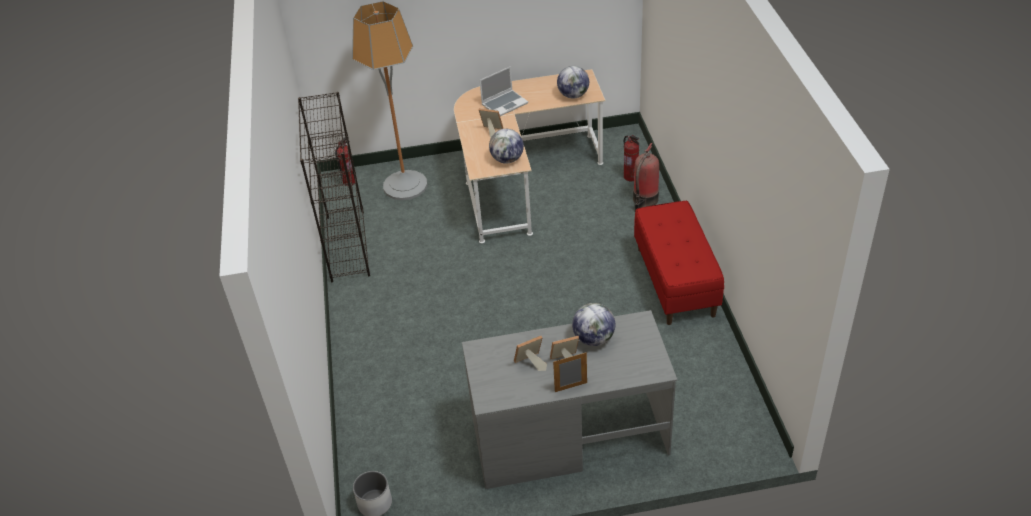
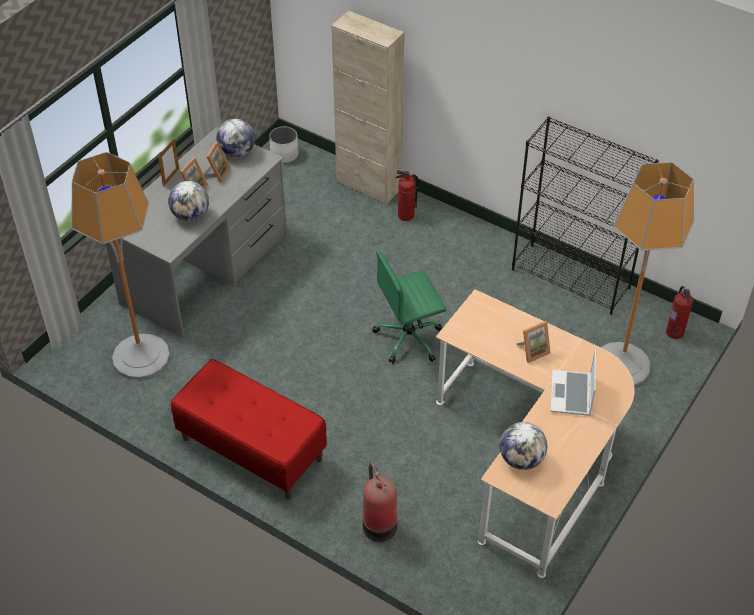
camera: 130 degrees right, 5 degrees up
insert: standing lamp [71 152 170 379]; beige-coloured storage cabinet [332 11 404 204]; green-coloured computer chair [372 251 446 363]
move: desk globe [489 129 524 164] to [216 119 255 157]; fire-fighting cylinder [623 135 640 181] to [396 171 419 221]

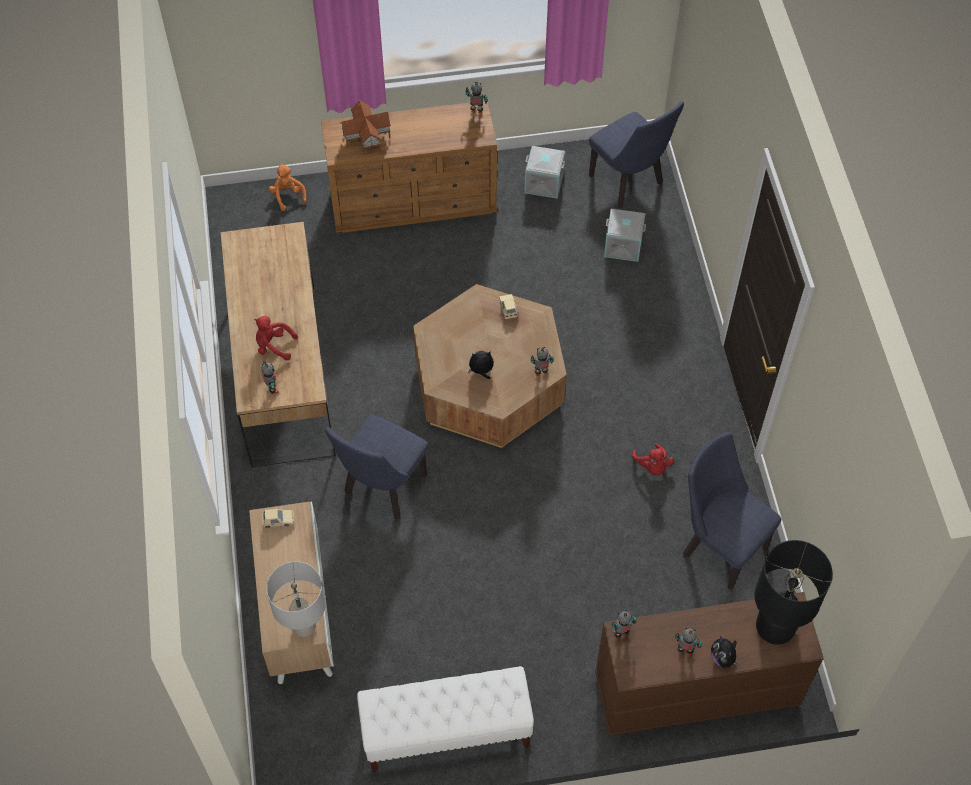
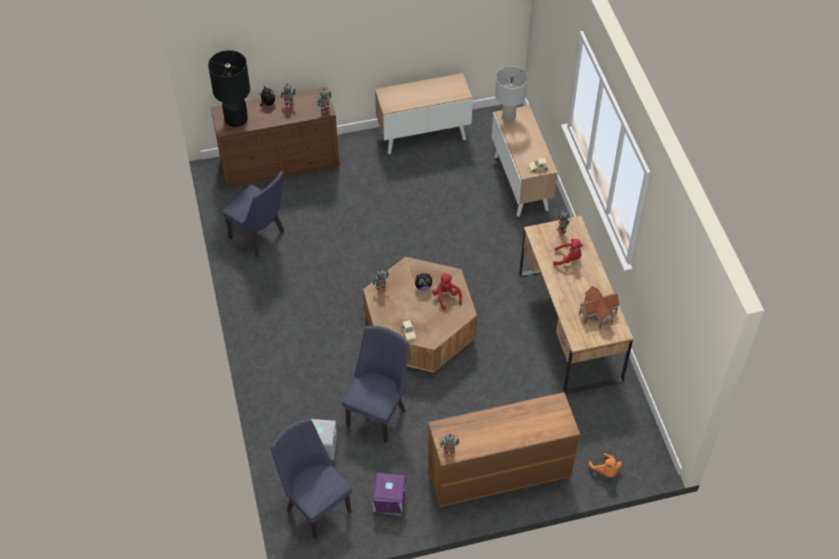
camera: 175 degrees right, 5 degrees down
move: blue plain chair [325 414 428 520] to [342 326 409 443]; reddish cuddly toy [632 443 674 475] to [432 273 462 310]; model house [340 100 391 155] to [579 286 620 329]
replace: white-coloured bench [357 666 534 772] to storage cabinet [375 73 473 154]
recolor: greyish storage bin [525 146 565 199] to purple-coloured storage bin [372 473 406 515]

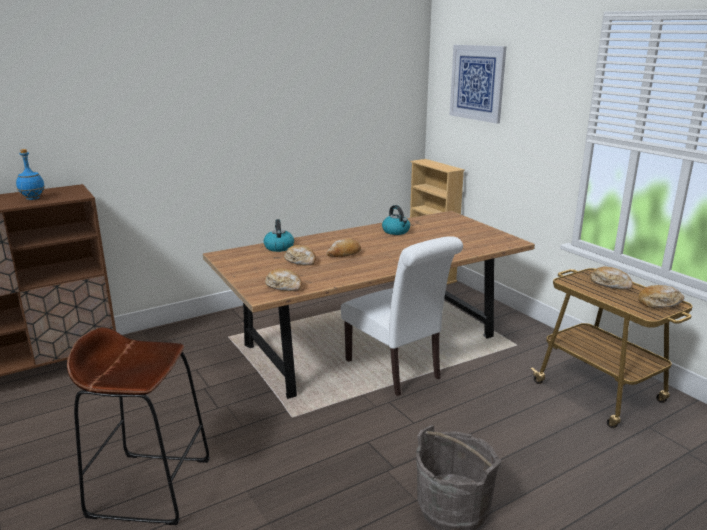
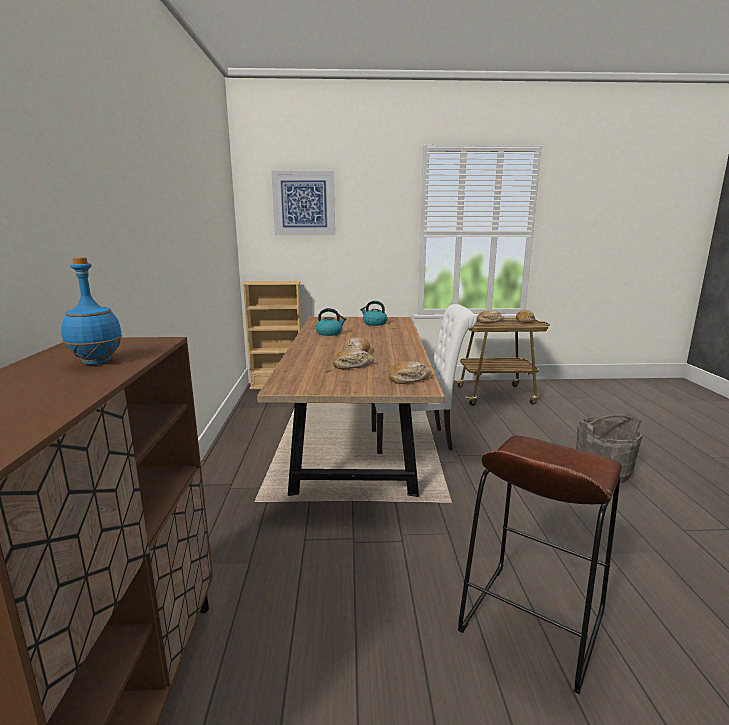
camera: 60 degrees left, 5 degrees down
move: kettle [263 219 294 252] to [360 301 387 326]

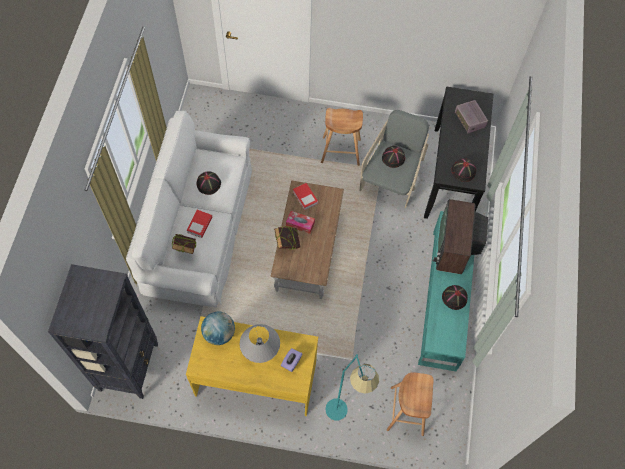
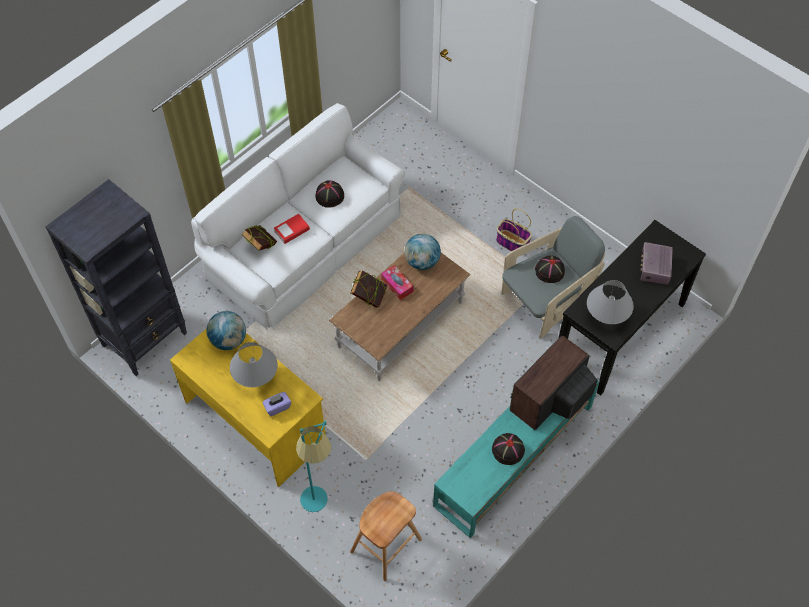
camera: 35 degrees right, 5 degrees down
replace: volume [293 183 318 210] to desk globe [405 234 441 270]; brownish stool seat [321 108 363 166] to storage basket [496 209 532 251]; black hat [451 158 476 182] to greyish lamp for a table [587 280 634 324]

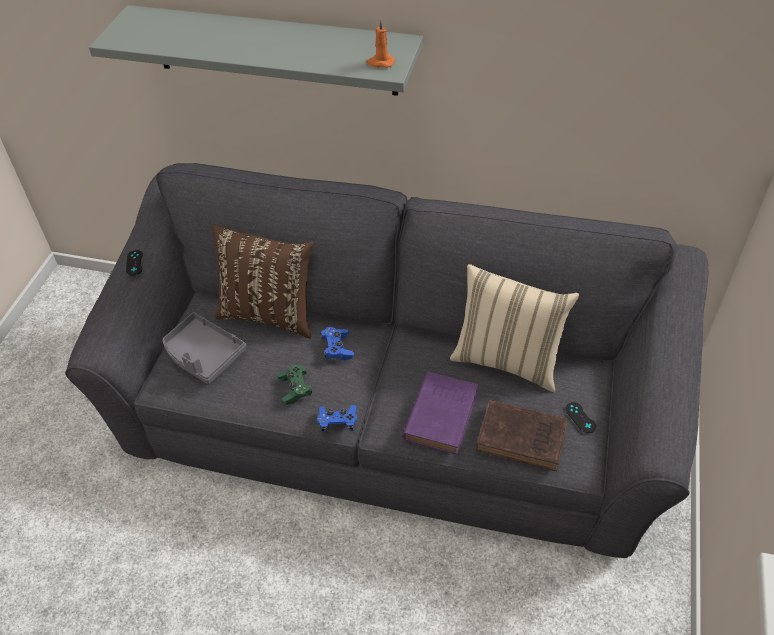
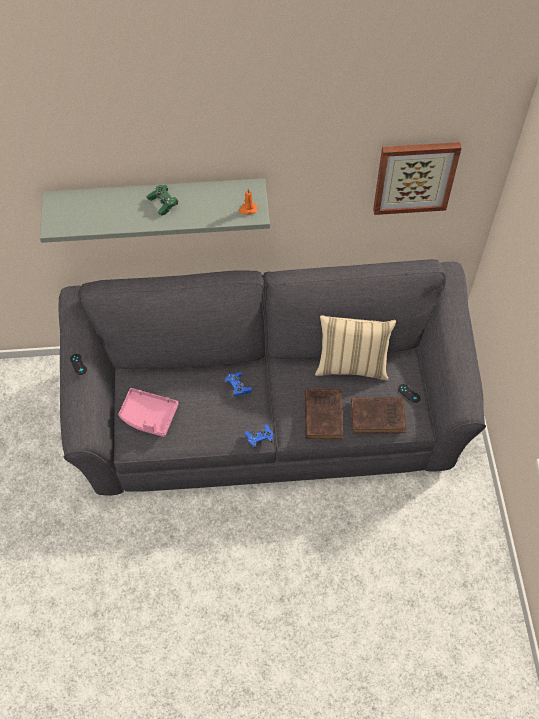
camera: 20 degrees left, 10 degrees up
delete: brownish pillow [212 224 314 338]
insert: picture [373 142 461 215]
move: green-coloured game controller [277 364 312 405] to [147 185 178 215]
recolor: greyish carrying tray [162 312 247 384] to pinkish carrying tray [118 388 178 437]; purple-coloured volume [402 372 478 455] to brownish volume [305 389 343 439]

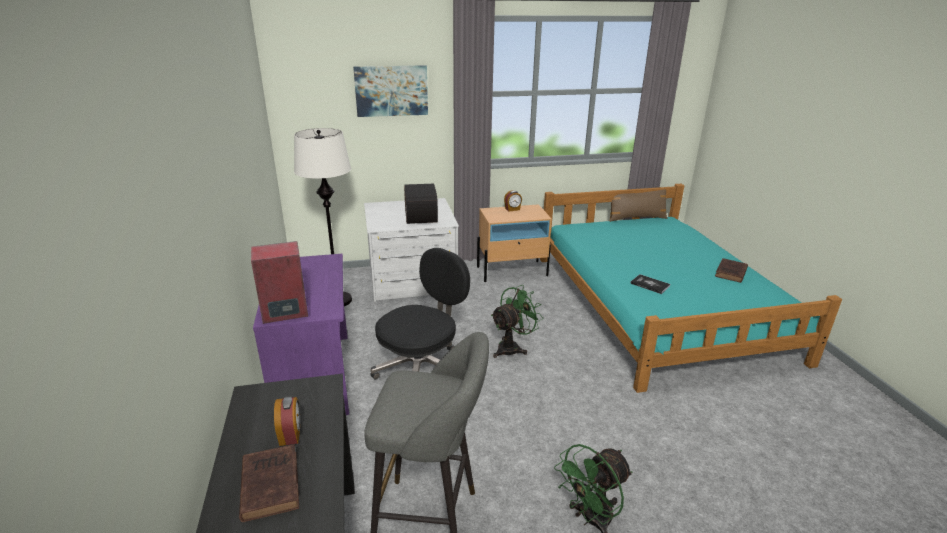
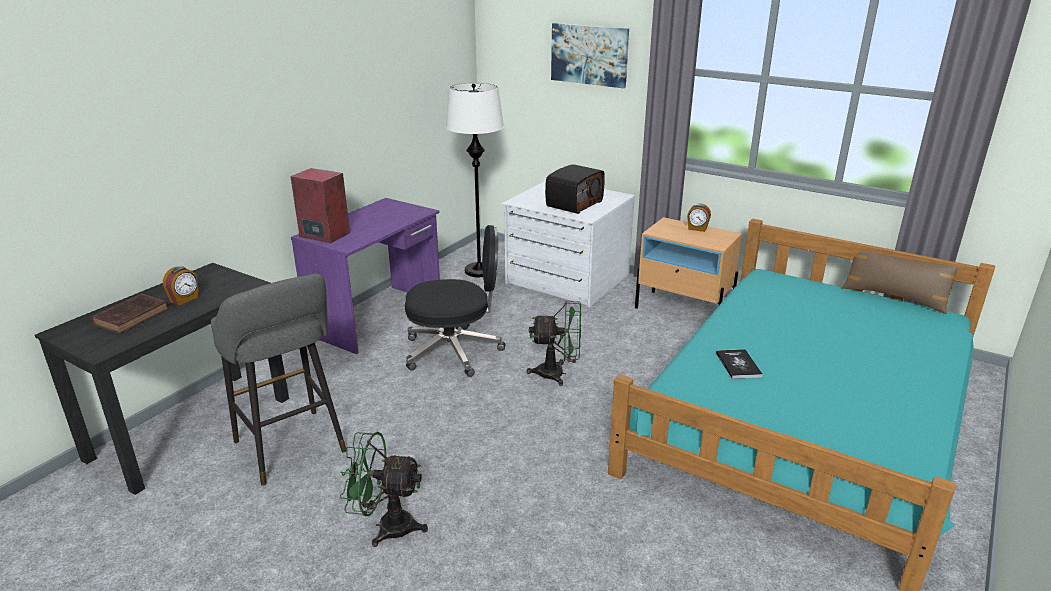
camera: 45 degrees right, 0 degrees up
delete: brownish volume [715 258 748 283]

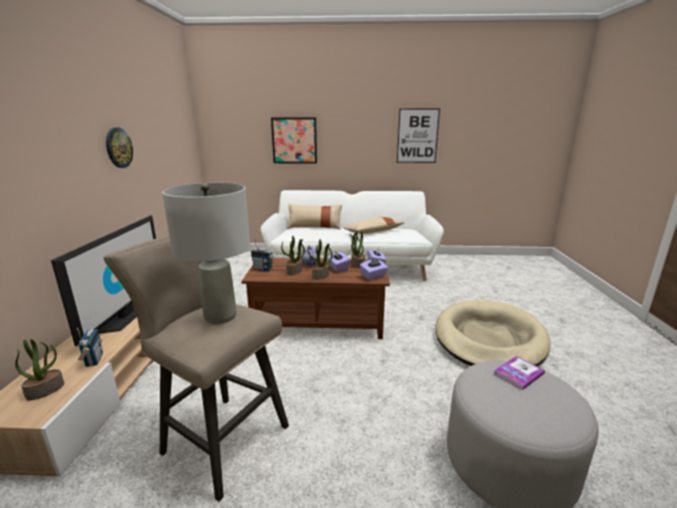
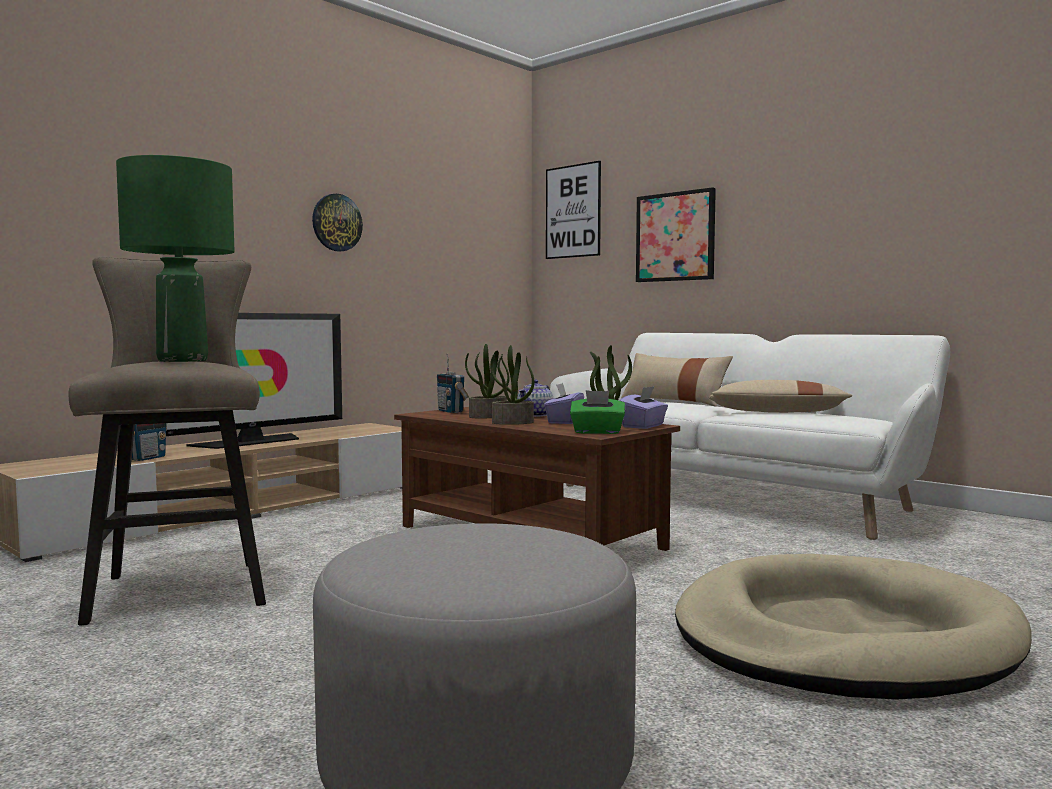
camera: 40 degrees right, 15 degrees down
delete: plant in a pot [15 339 64 400]; volume [494 356 545 390]
move: picture [397 109 440 163] to [546 161 601 259]
recolor: greyish lamp for a table [162 183 250 324] to green-coloured lamp for a table [116 155 235 362]; purple-coloured box of tissues [360 258 388 280] to green-coloured box of tissues [570 390 625 434]

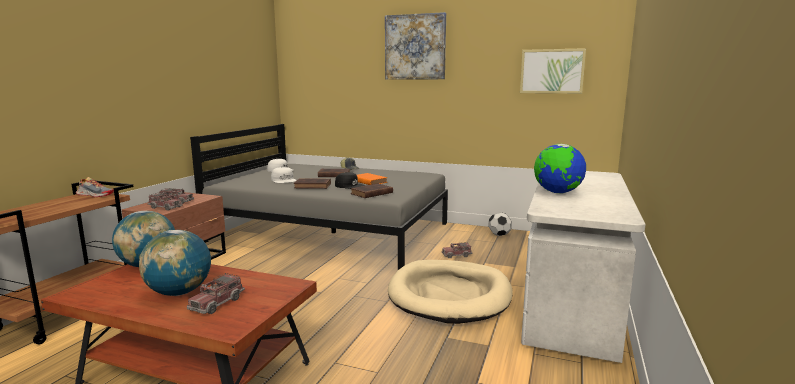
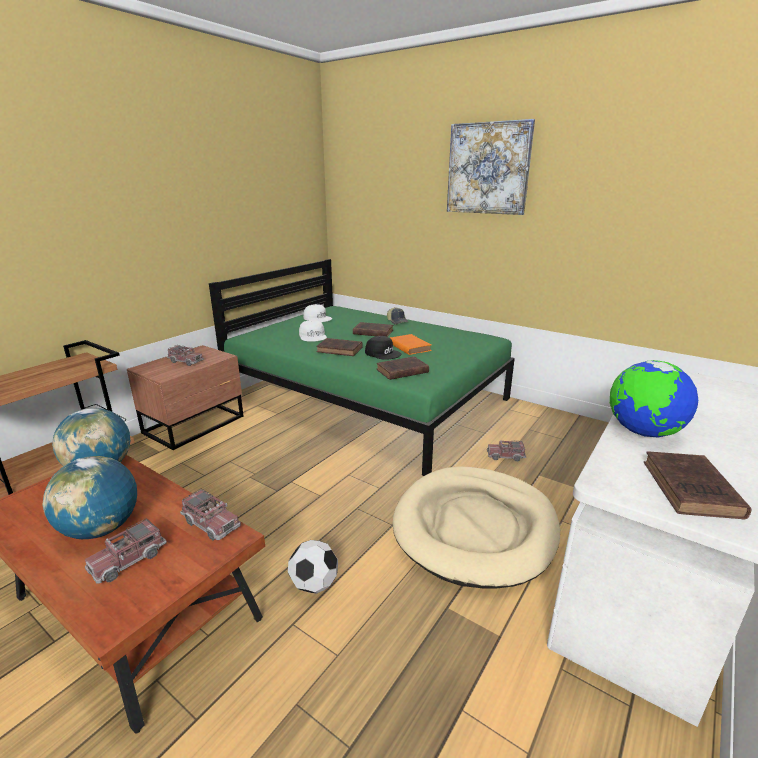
camera: 15 degrees right, 10 degrees up
delete: item of footwear [76 177 114 197]; picture [520 48 586 94]
insert: brownish volume [644 451 751 520]
move: model truck [147 193 183 211] to [180 488 241 541]; ball for football [488 213 512 236] to [288 540 338 594]
recolor: greyish sleeping bed [190 124 448 270] to green-coloured sleeping bed [209 259 515 476]

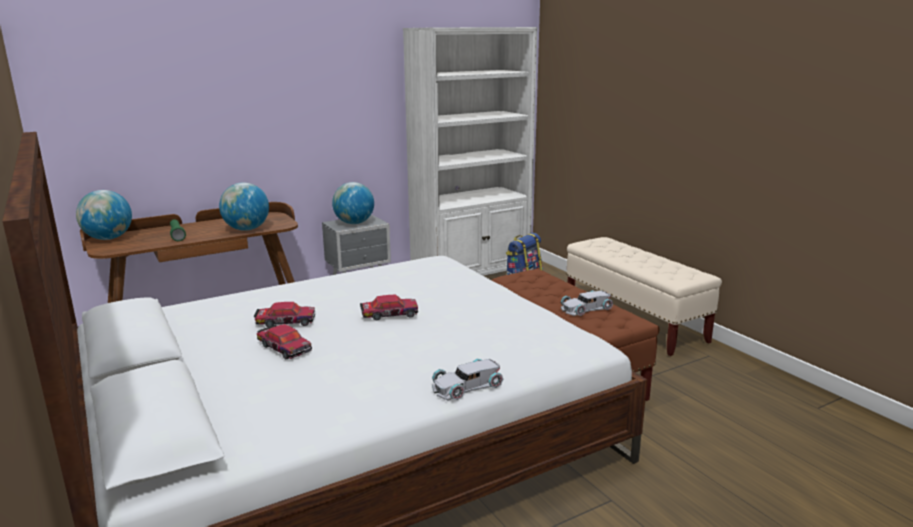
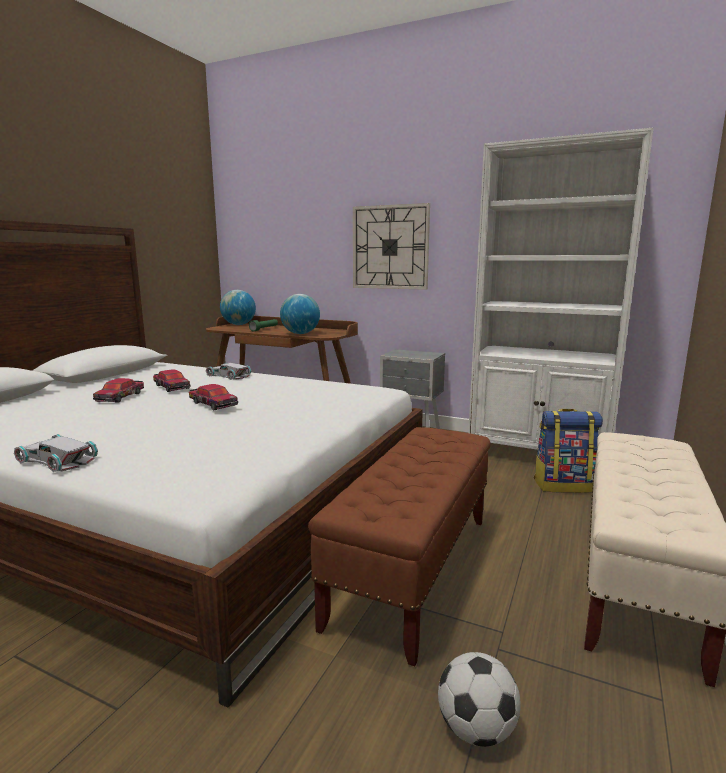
camera: 55 degrees right, 5 degrees down
delete: desk globe [332 182 374 224]
insert: hanging clock [353 203 430 290]; ball for football [438 652 521 747]
move: white-coloured model car [561 290 613 316] to [206 363 251 380]

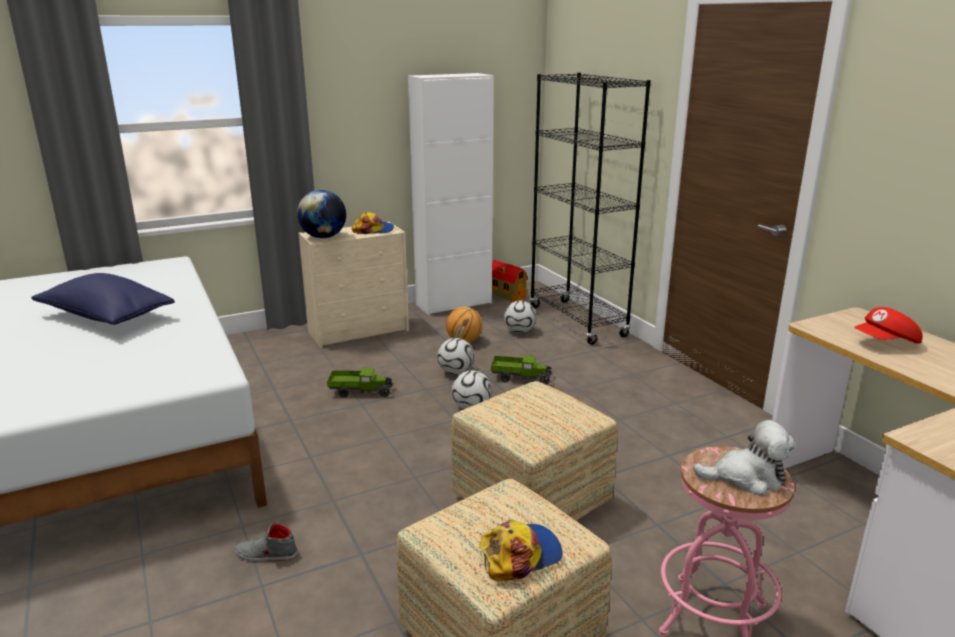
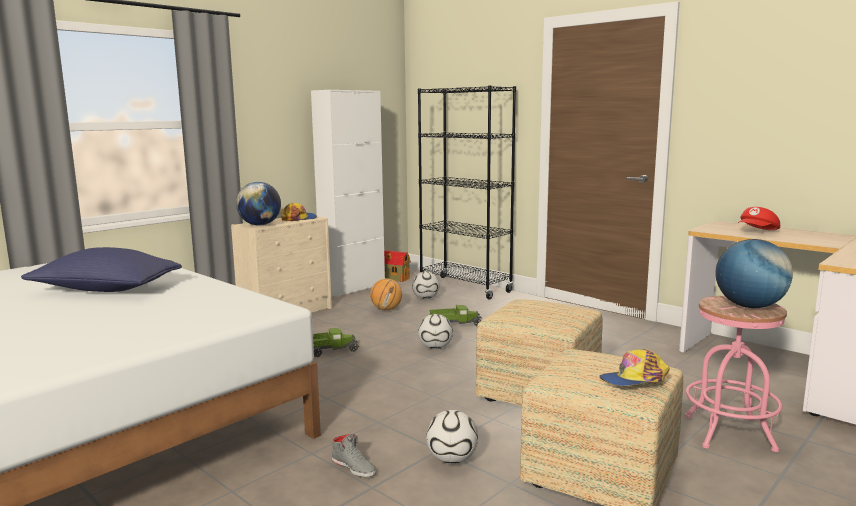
camera: 20 degrees left, 10 degrees down
move: ball for football [437 338 474 375] to [426 410 478 464]
replace: cuddly toy [693 420 796 496] to desk globe [715 239 793 308]
rotate: greyish item of footwear [235 521 298 562] = [332 433 376 477] 120 degrees counterclockwise; baseball cap [479 519 563 581] = [599 349 670 386] 150 degrees counterclockwise

